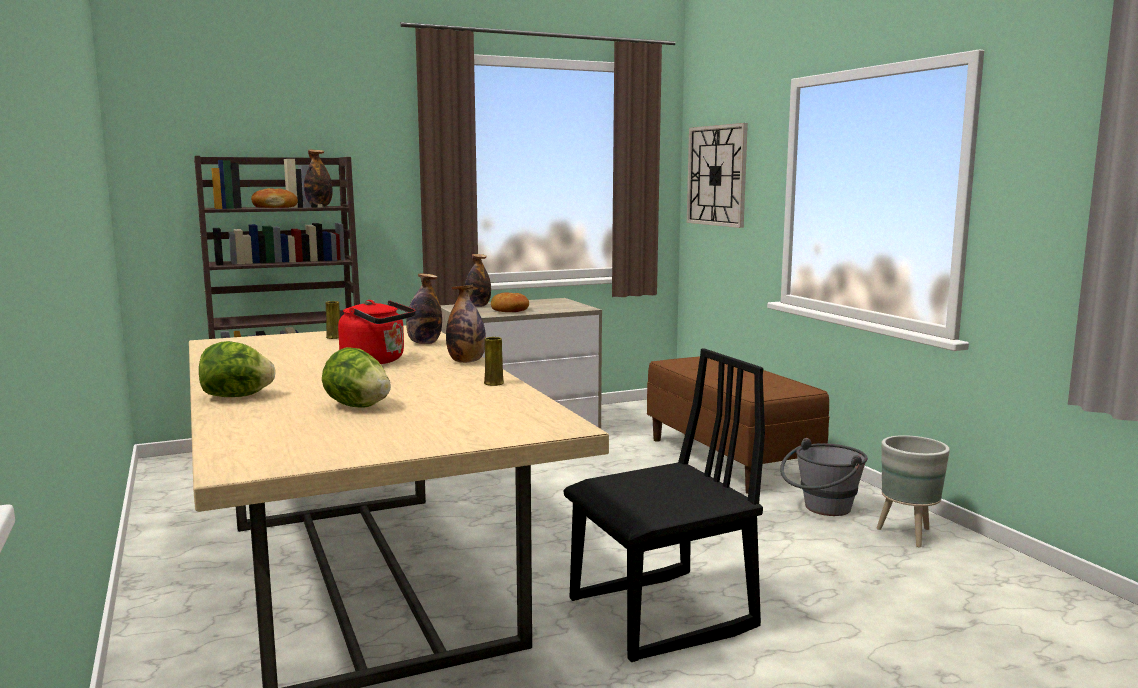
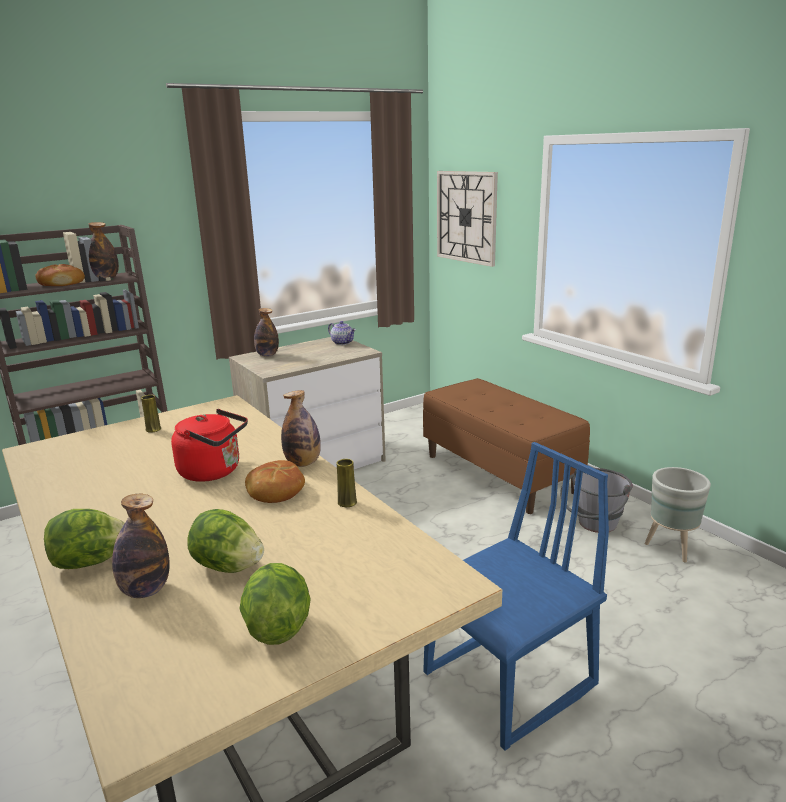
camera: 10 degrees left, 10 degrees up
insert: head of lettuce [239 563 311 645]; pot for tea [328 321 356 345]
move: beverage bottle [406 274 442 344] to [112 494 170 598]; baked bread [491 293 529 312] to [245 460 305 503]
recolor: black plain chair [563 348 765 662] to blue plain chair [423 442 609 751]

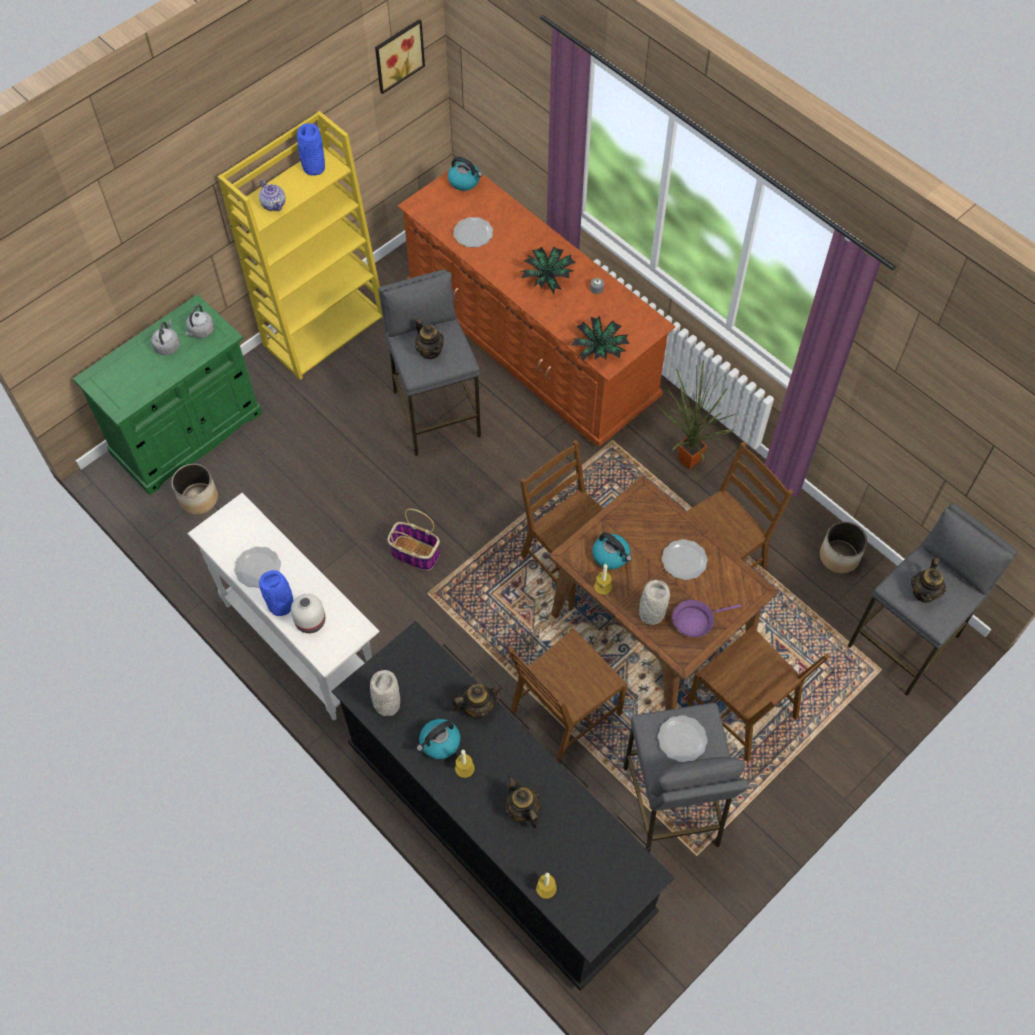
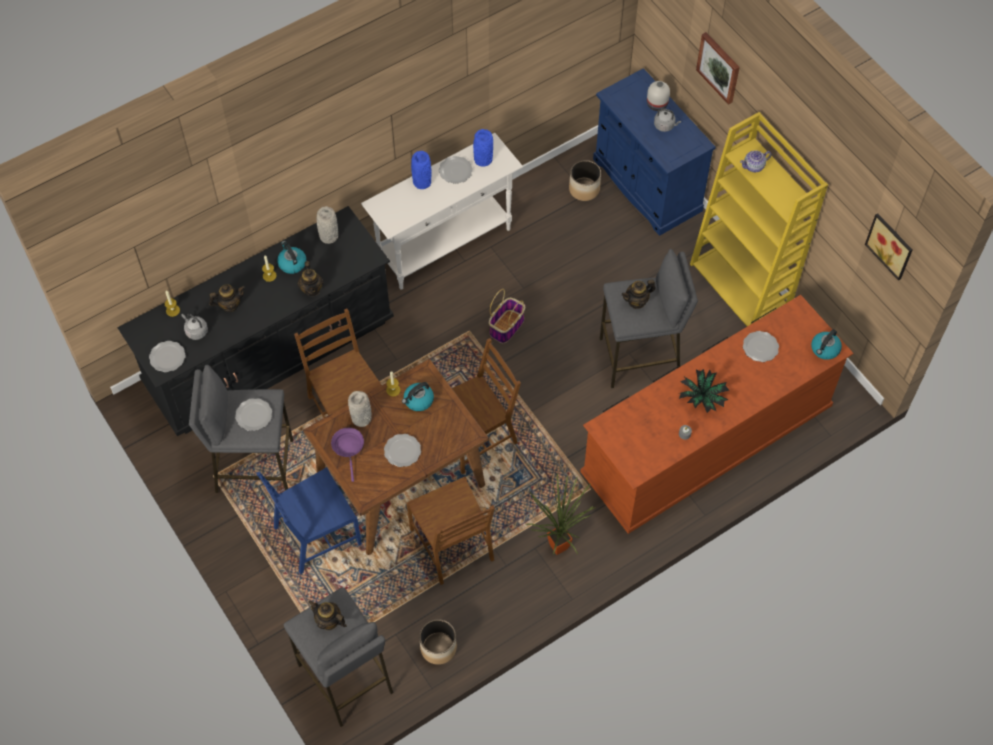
camera: 100 degrees right, 0 degrees up
delete: plant in a pot [571 316 630 362]
insert: flat dish [149 341 186 372]; picture [696 32 740 105]
move: greyish kettle [185 305 214 338] to [181 314 208 340]; blue flower vase [297 123 325 176] to [473 129 493 167]; white-coloured flower vase [291 594 325 633] to [647 81 670 111]
recolor: brownish plain chair [687 626 831 763] to blue plain chair [256 467 362 574]; green-coloured storage cabinet [73 294 263 495] to blue storage cabinet [593 68 716 236]

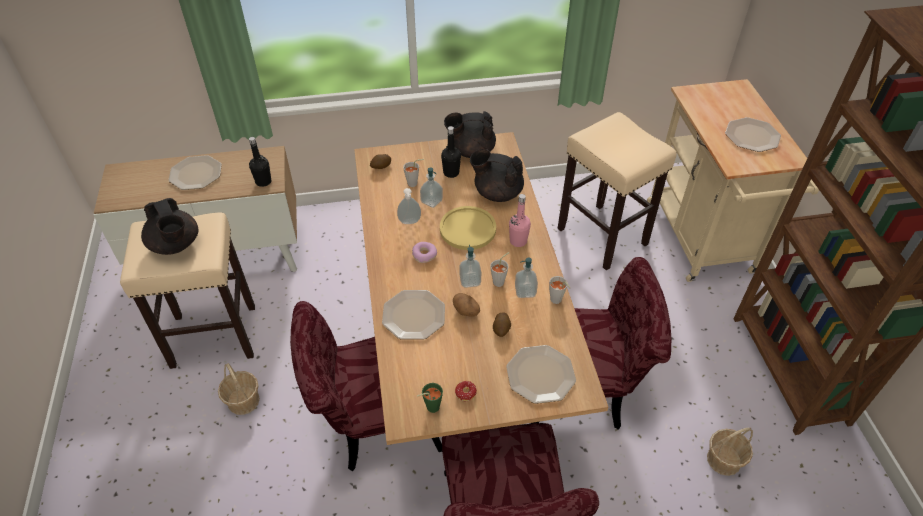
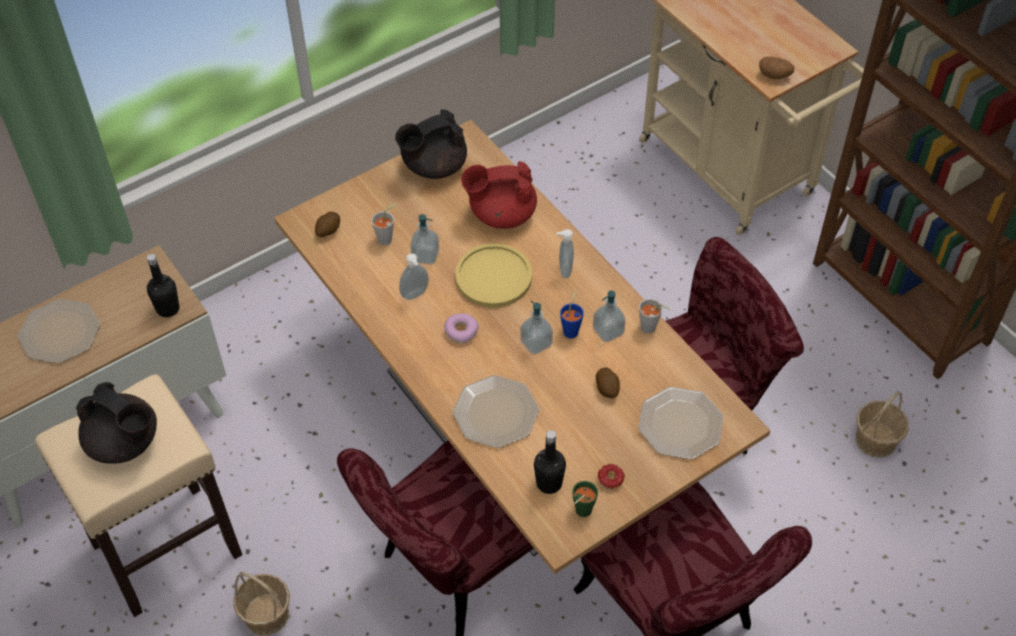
camera: 25 degrees left, 5 degrees up
delete: beige-coloured stool seat [557 112 677 271]; flat dish [725 117 781 152]
move: black beverage bottle [441 126 461 178] to [534 430 566 494]; spud [453 293 480 317] to [759 56 794 79]
replace: pinkish beverage bottle [509 194 531 247] to soap bottle [556 229 574 278]
recolor: black pot for tea [470 149 524 202] to reddish pot for tea [461 161 537 229]; greyish cup [490 252 509 287] to blue cup [560 292 584 339]

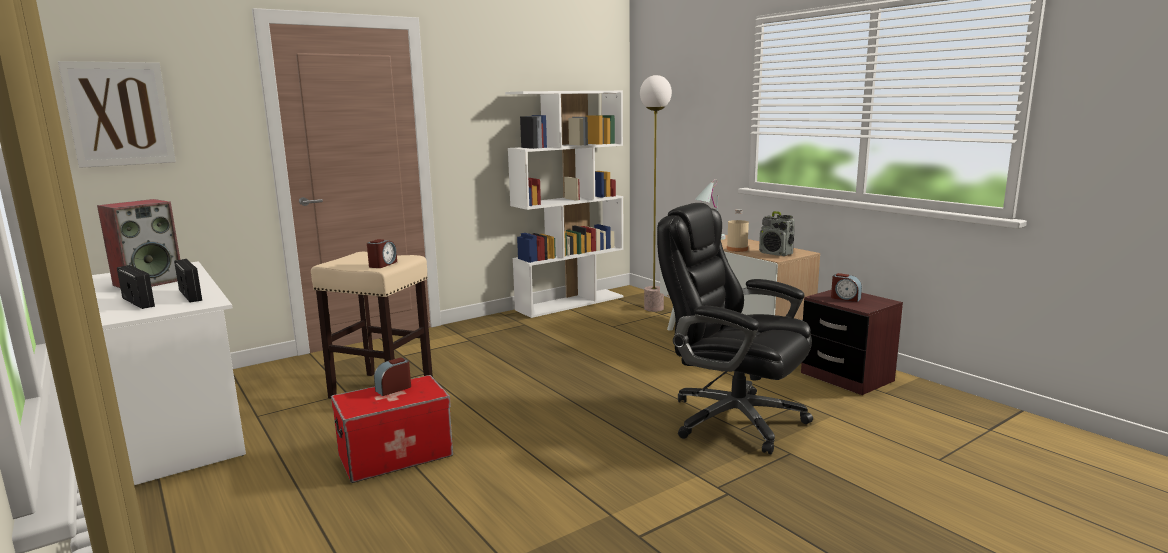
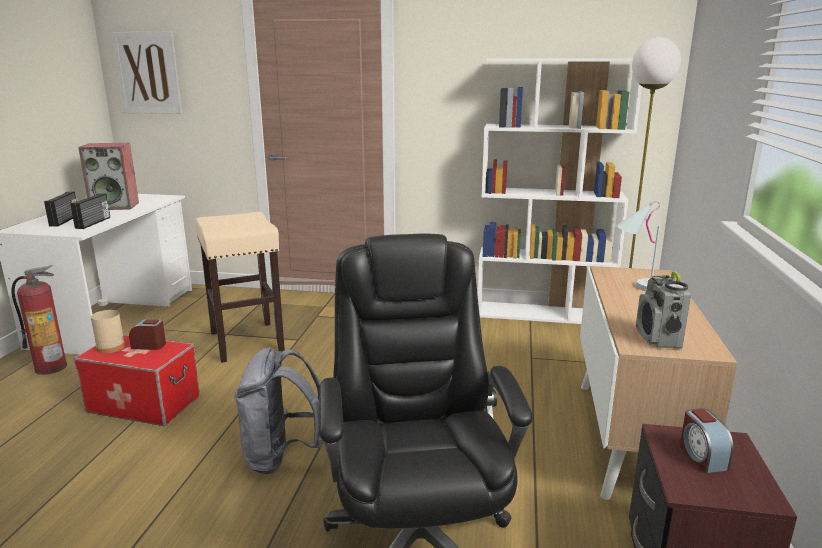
camera: 45 degrees right, 5 degrees up
delete: table clock [367 239 397 268]
insert: fire-fighting cylinder [12 265 67 375]; greyish rucksack [234 347 323 474]
move: beige-coloured beverage bottle [727 209 749 252] to [91 299 125 353]

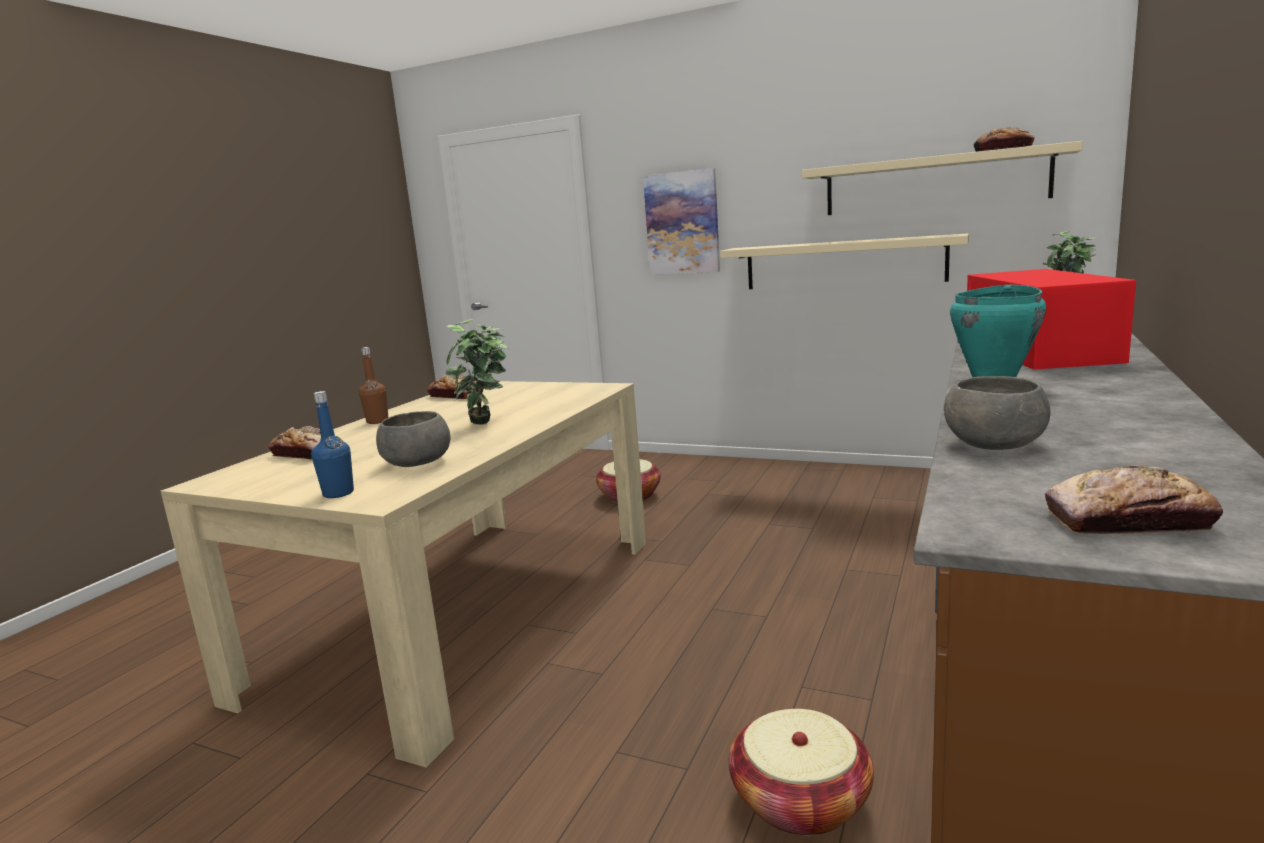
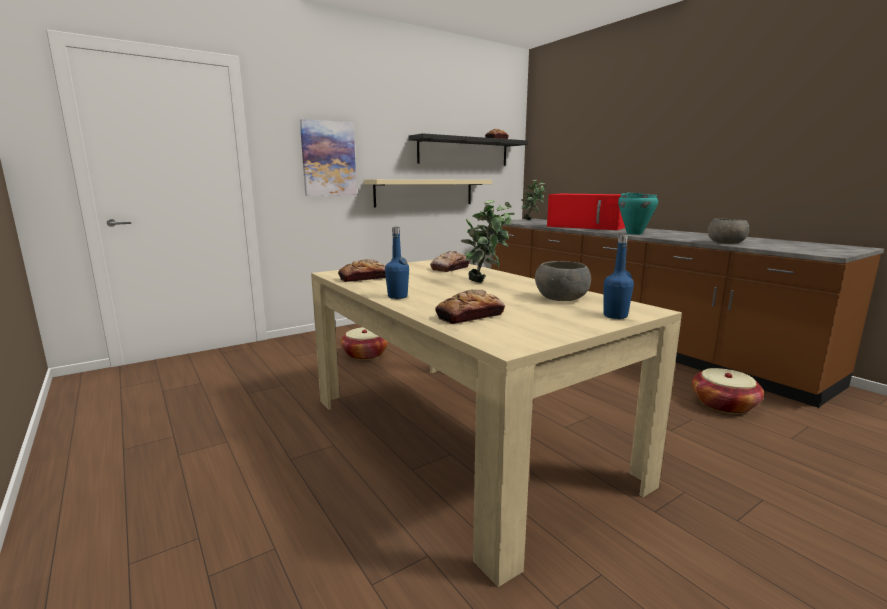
camera: 60 degrees left, 0 degrees up
move: baked bread [1045 465 1223 534] to [430 251 470 272]
recolor: brownish beverage bottle [359 347 388 424] to blue beverage bottle [385 227 409 299]; beige-coloured wall shelf [801 141 1083 215] to black wall shelf [408 133 528 166]

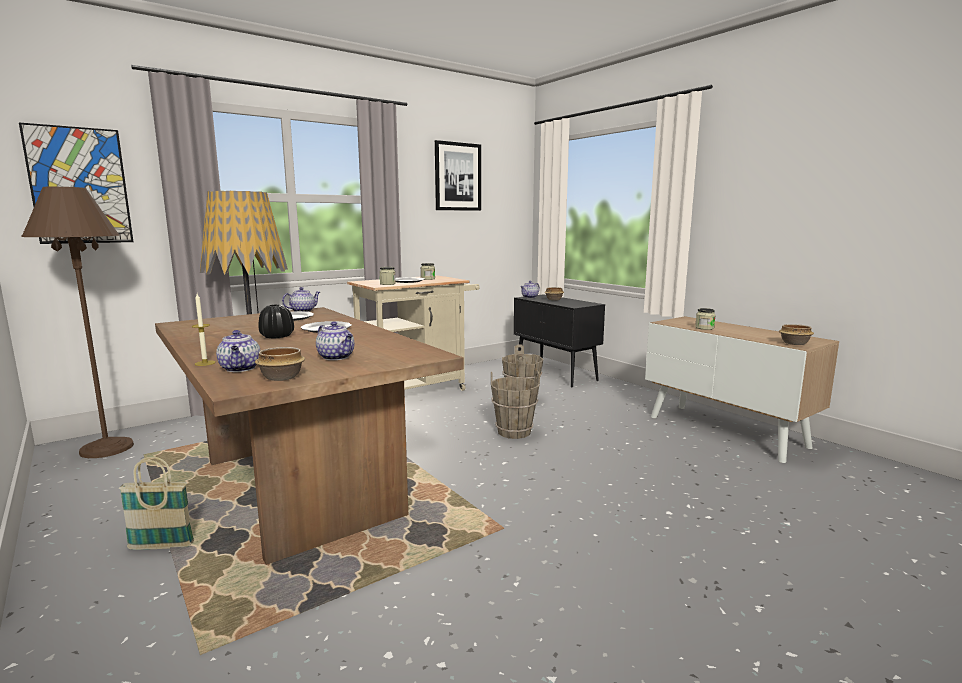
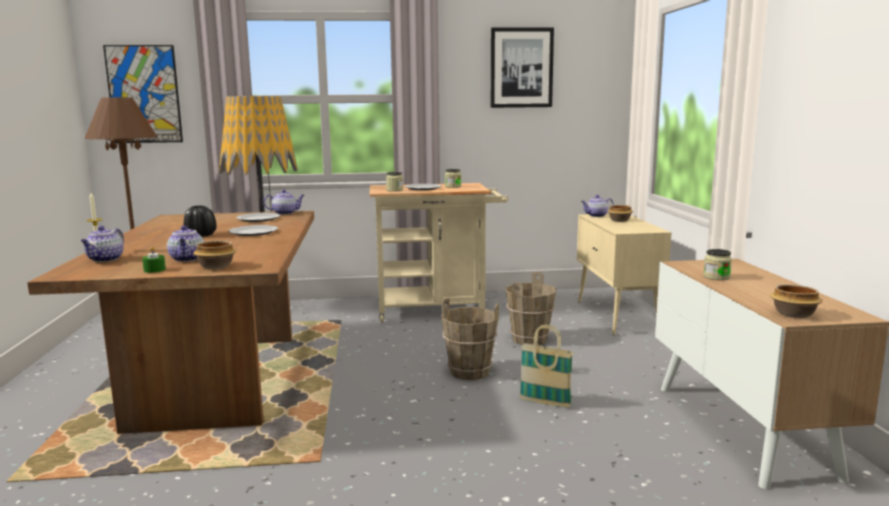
camera: 30 degrees right, 0 degrees up
insert: green-coloured candle [142 246 166 273]
move: serving bowl [255 347 305 381] to [193 241 236 269]; storage basket [119 456 194 550] to [519 324 574 408]
recolor: black storage cabinet [514 294 605 388] to beige-coloured storage cabinet [577 214 672 335]

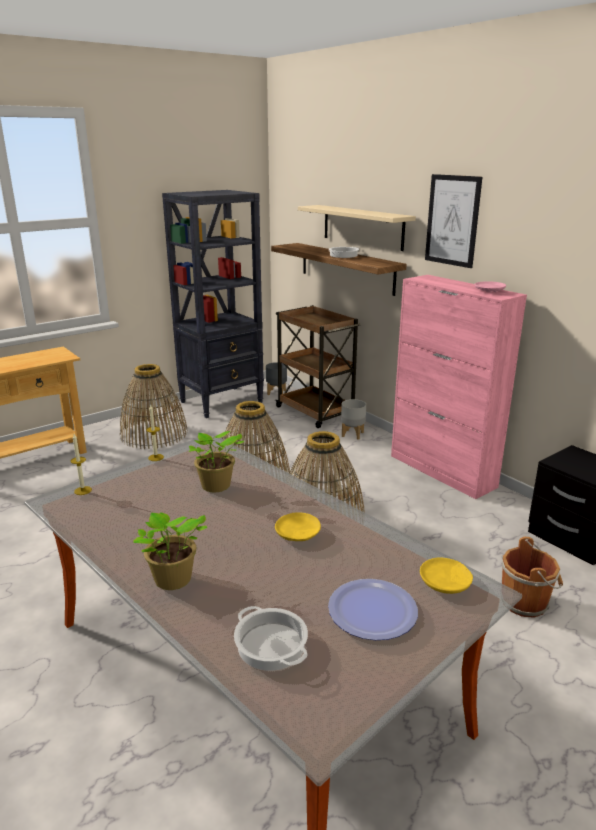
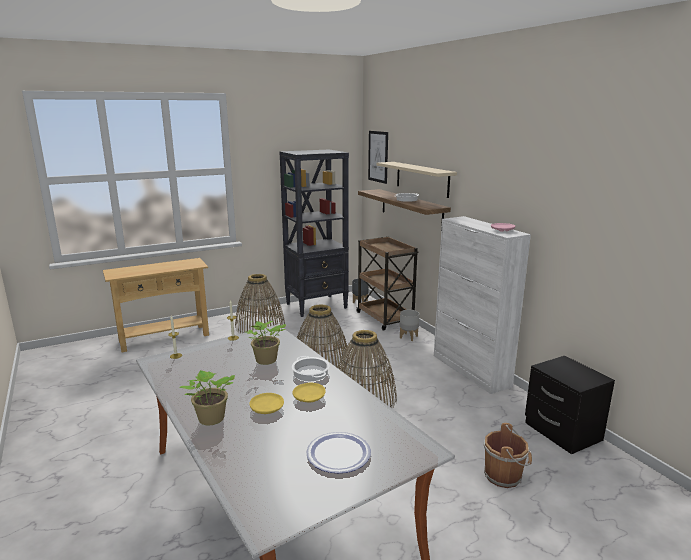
camera: 10 degrees right, 5 degrees down
move: yellowish flat dish [420 557 473 594] to [249 393 284 414]; saucepot [234 606 308 671] to [292 356 330 381]; picture [425 174 482 268] to [368 131 388 184]
recolor: pinkish storage cabinet [391 275 527 499] to white-coloured storage cabinet [434 216 531 394]

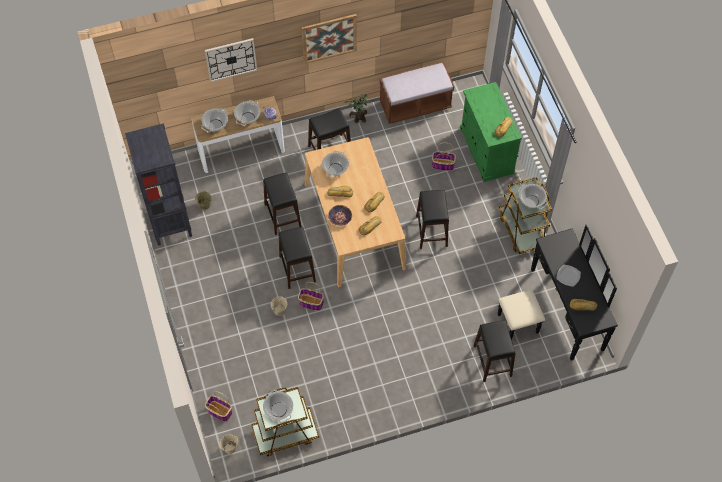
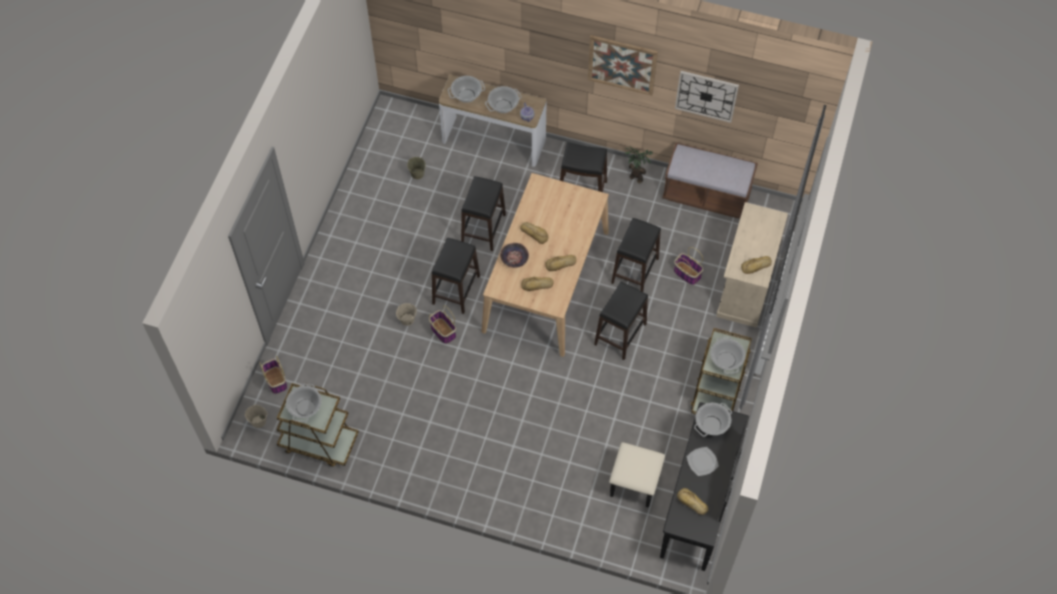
camera: 35 degrees right, 0 degrees up
delete: black bookcase [125 123 192 246]
move: black stool seat [473 320 516 382] to [611 218 661 292]; hanging clock [205 38 257 82] to [675 71 739 123]; saucepot [322 151 349 178] to [694 403 732 437]
recolor: green-coloured storage cabinet [460 82 522 182] to beige-coloured storage cabinet [716 202 788 328]

